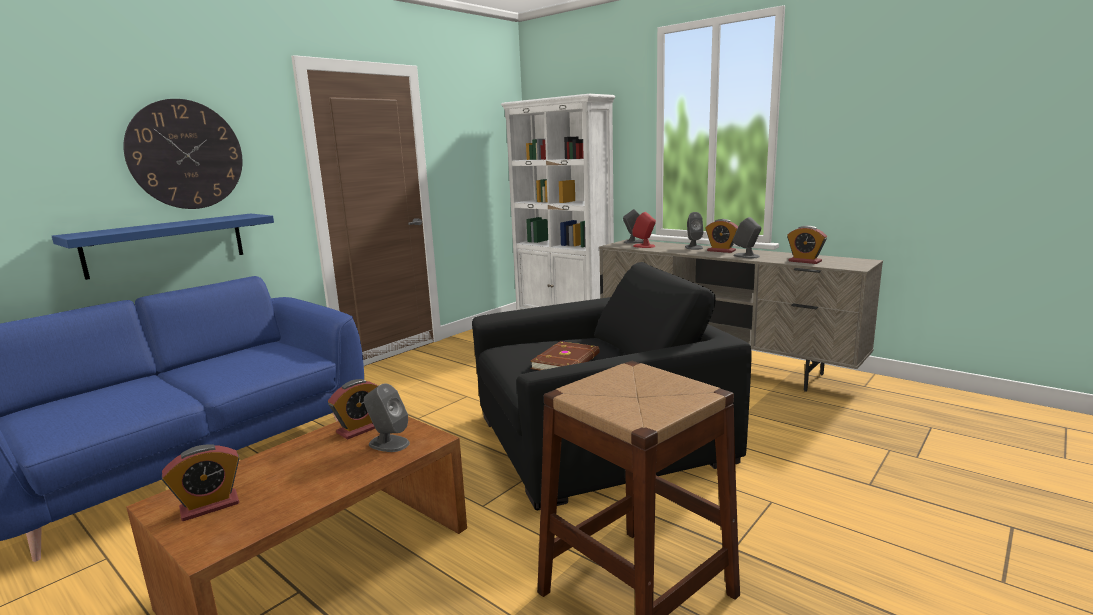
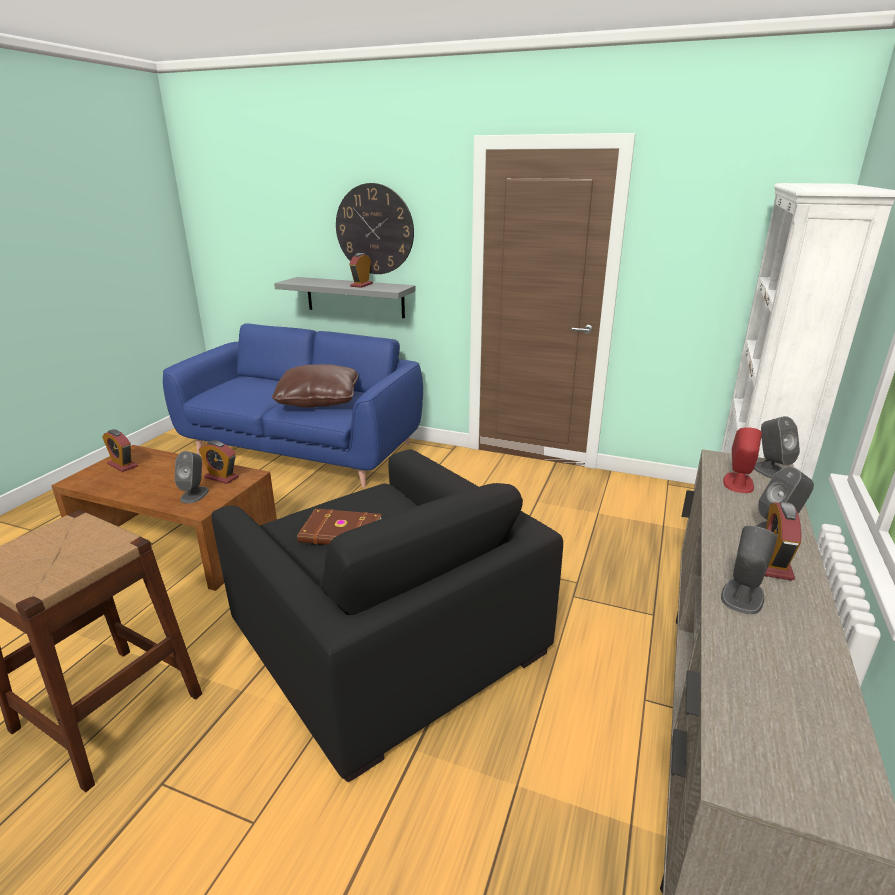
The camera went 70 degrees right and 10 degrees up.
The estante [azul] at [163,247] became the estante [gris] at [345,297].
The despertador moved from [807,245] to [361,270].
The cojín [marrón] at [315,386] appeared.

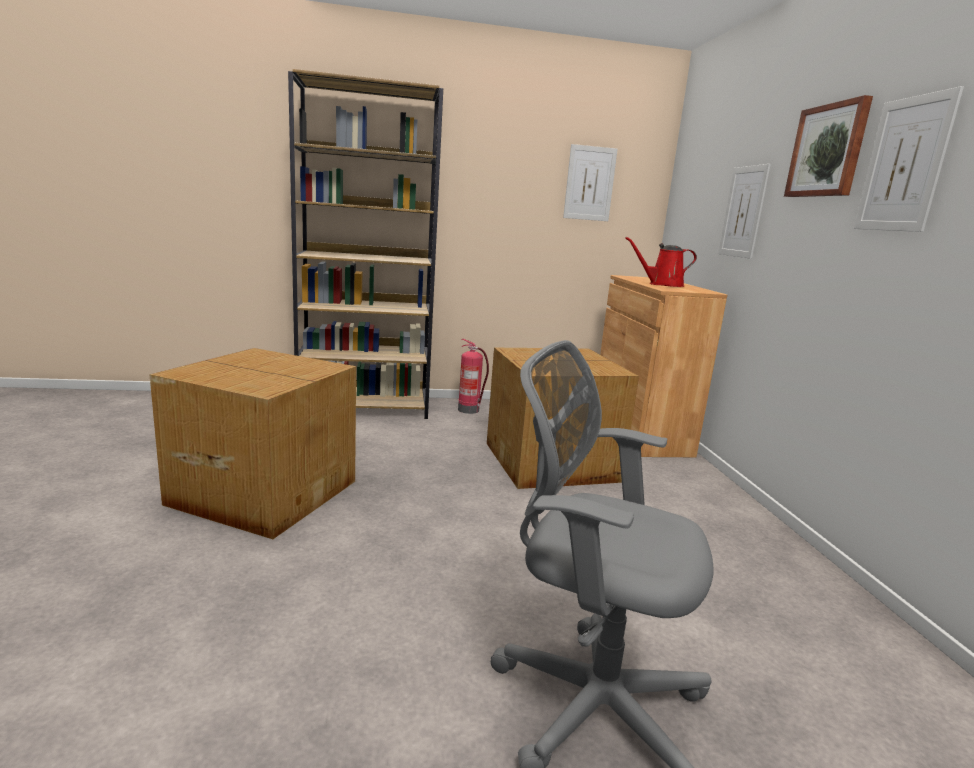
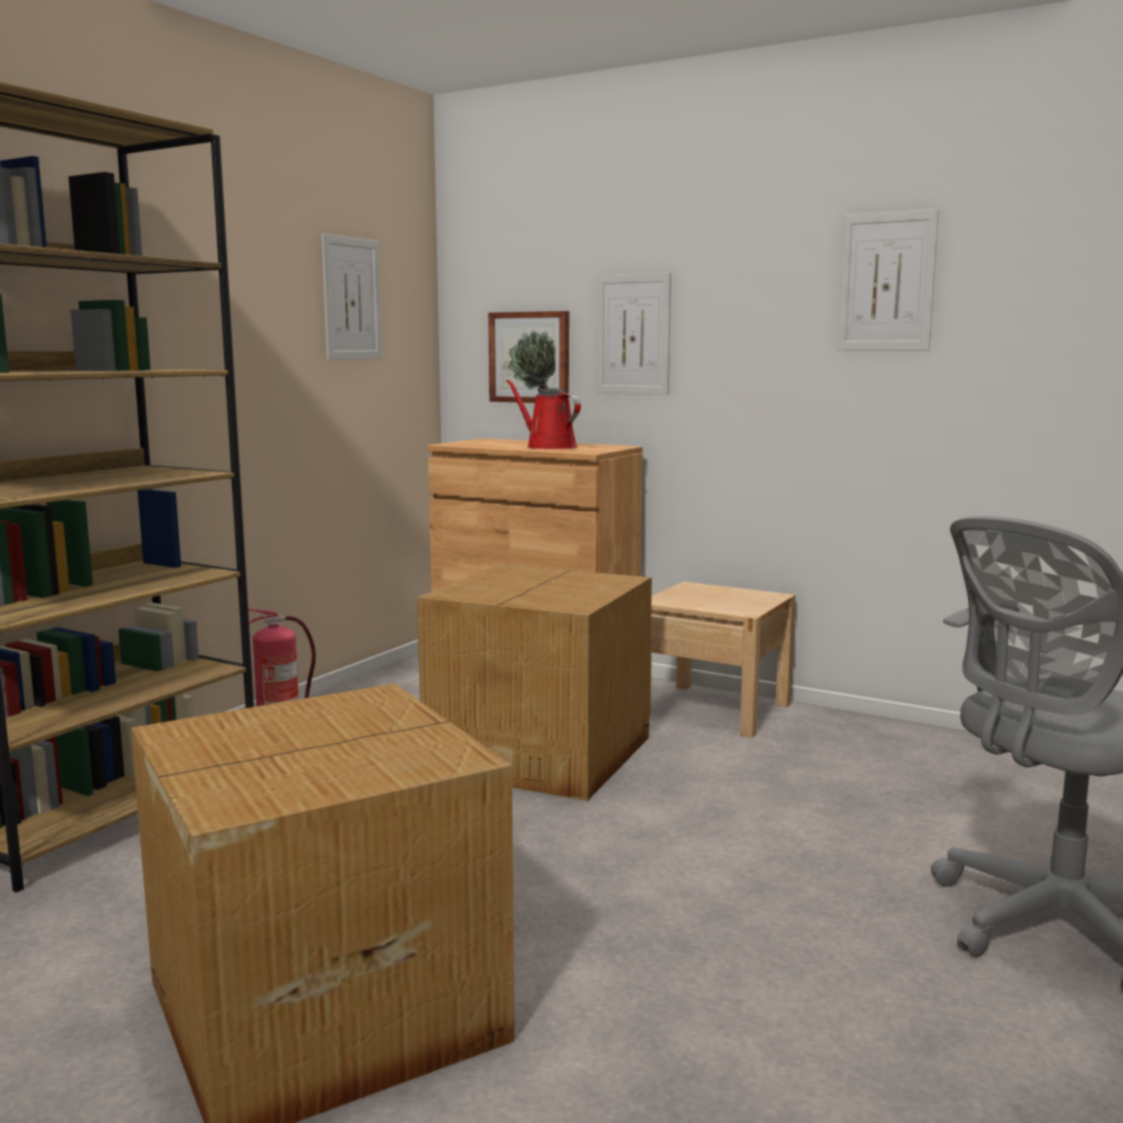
The camera went 50 degrees left and 5 degrees down.
The regadera [rojo] at [661,262] turned 105 degrees clockwise.
The cuadro moved from [828,146] to [528,357].
The mesita de noche [beis] at [722,659] appeared.

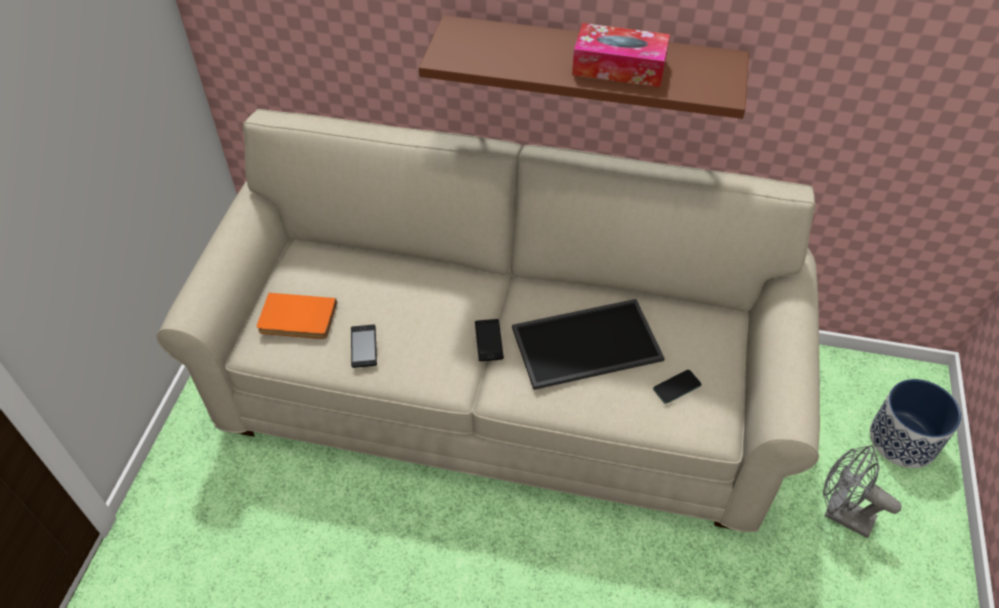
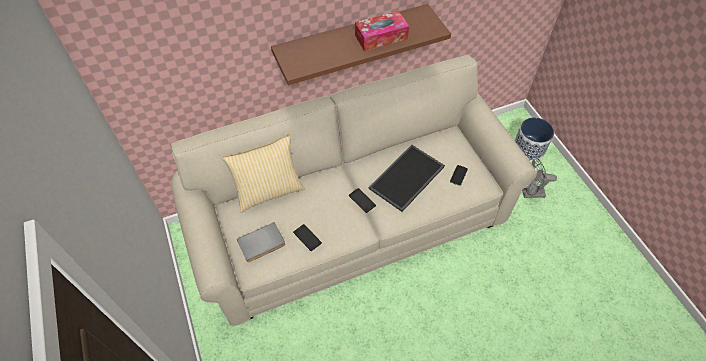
The camera went 35 degrees left and 5 degrees up.
The libro [naranja] at [297,316] became the libro [gris] at [261,242].
The cojín at [264,173] appeared.

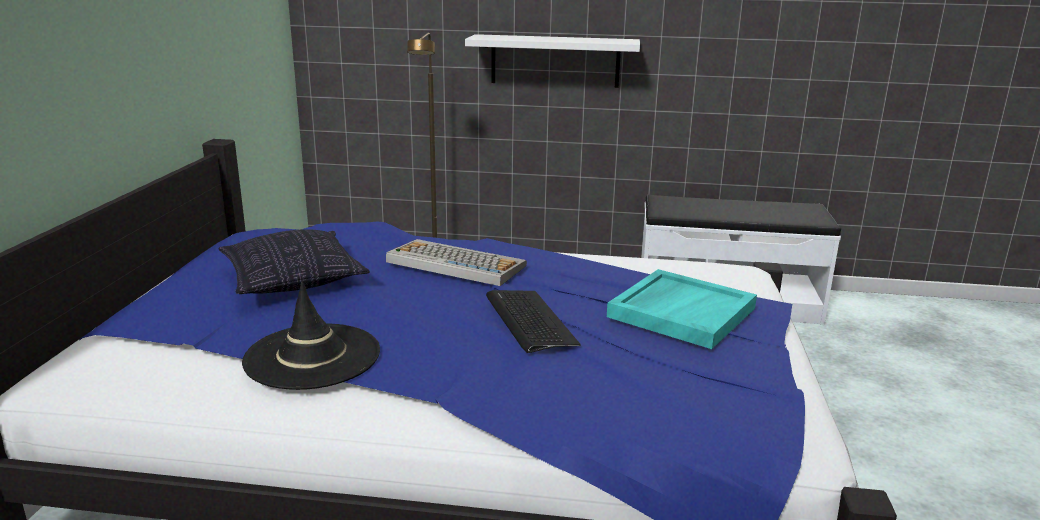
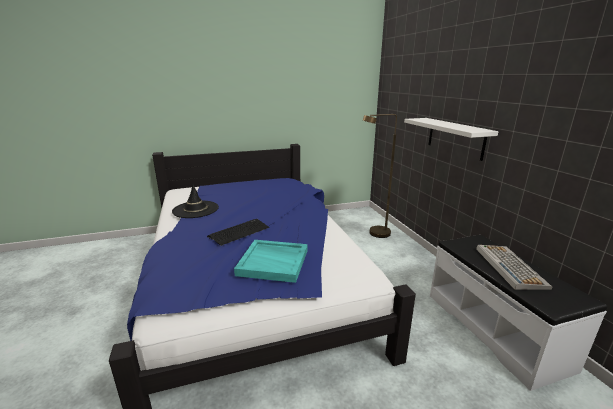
The camera went 65 degrees right and 0 degrees up.
The cojín at [294,261] disappeared.
The teclado moved from [456,262] to [514,267].

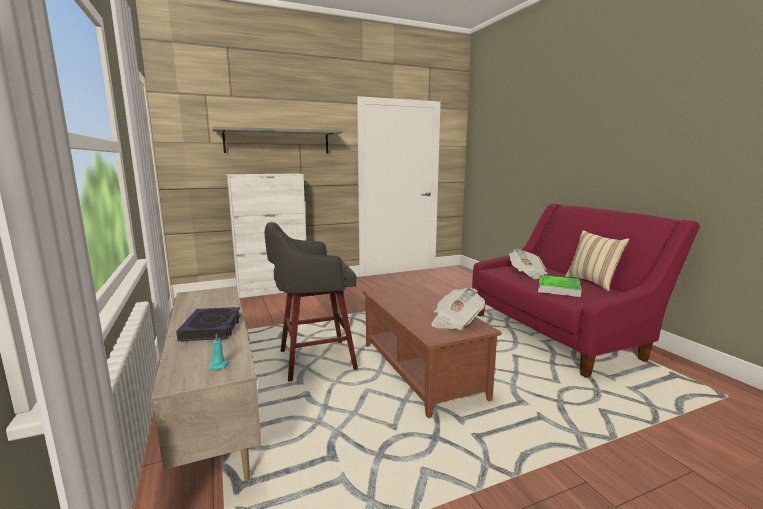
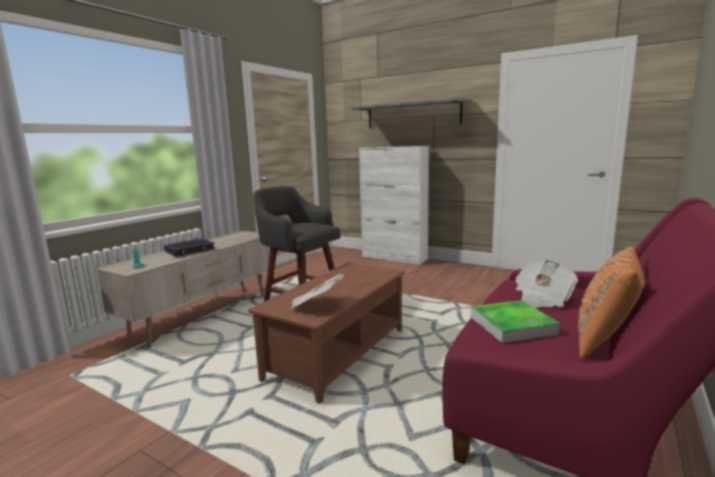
The camera went 55 degrees right and 0 degrees up.
The cojín [beis] at [597,260] became the cojín [naranja] at [611,303].

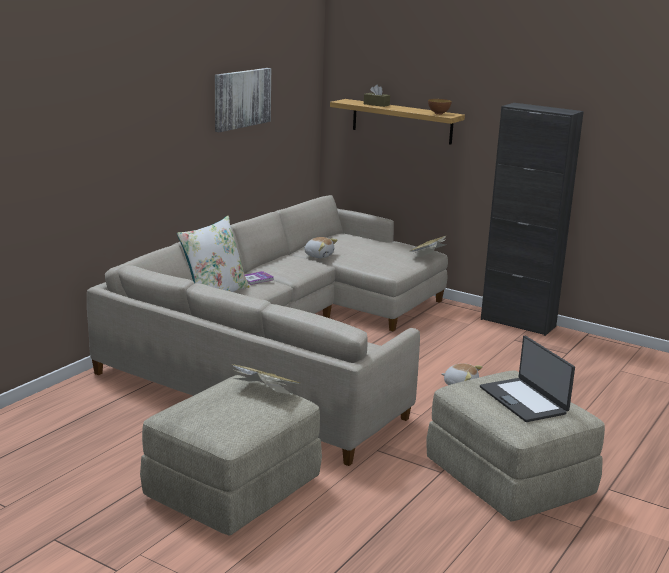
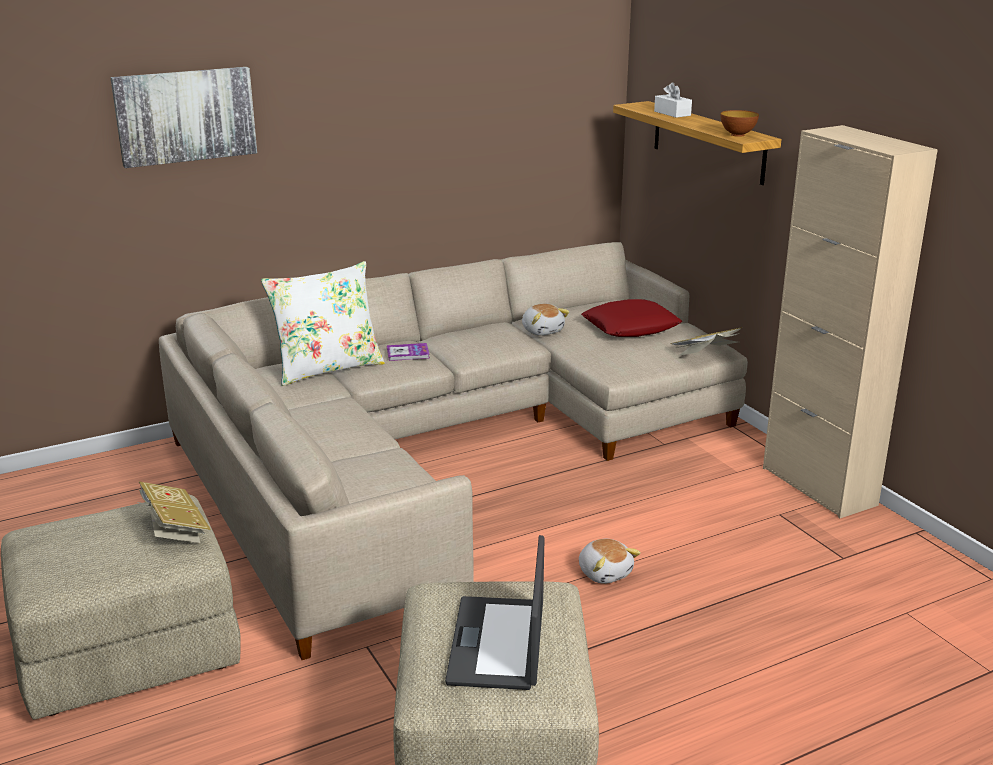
The camera went 30 degrees right and 5 degrees up.
The cuadro moved from [243,100] to [184,117].
The caja de pañuelos [marrón] at [377,96] became the caja de pañuelos [blanco] at [673,100].
The armario [negro] at [532,219] became the armario [beis] at [850,321].
The cojín [rojo] at [631,318] appeared.

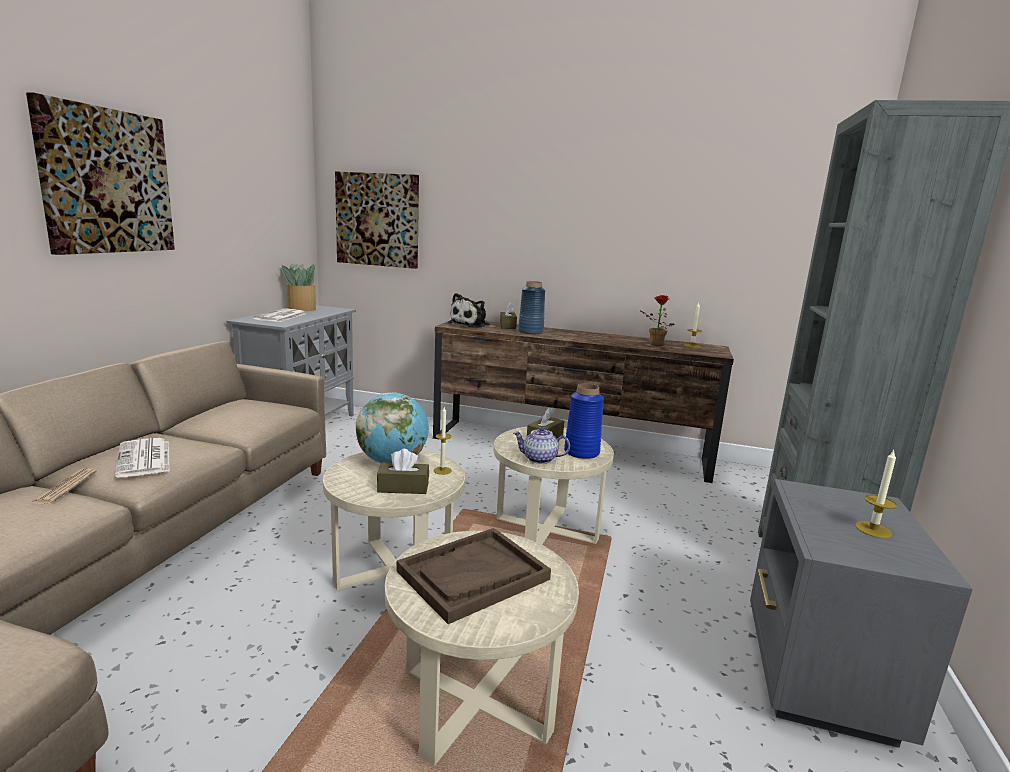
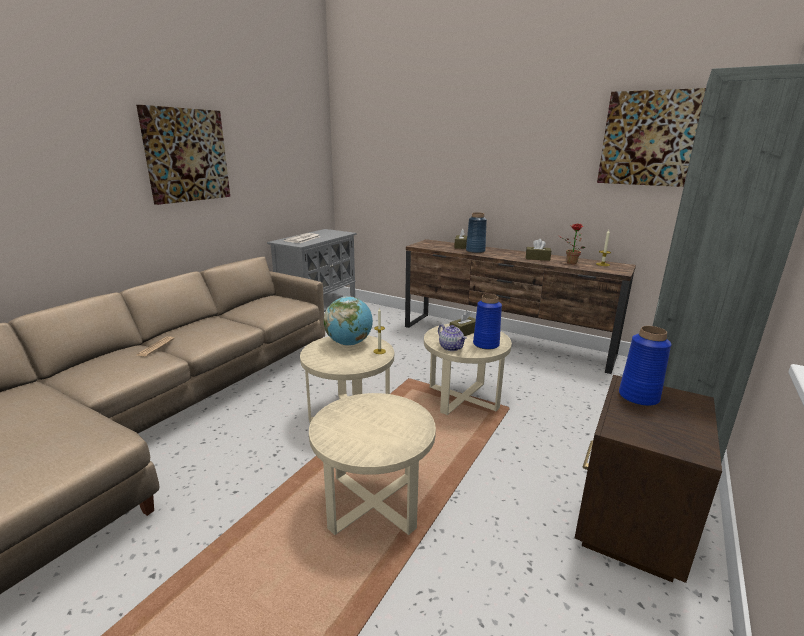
The camera went 15 degrees right and 5 degrees up.
The periódico at [142,457] disappeared.
The planta en maceta at [299,287] disappeared.
The cuadro moved from [377,220] to [651,137].
The caja de pañuelos [marrón] moved from [403,471] to [538,250].
The bandeja [marrón] at [474,576] disappeared.
The peluche at [469,310] disappeared.
The tetera at [541,445] turned 150 degrees counterclockwise.
The mesita de noche [gris] at [861,613] became the mesita de noche [marrón] at [648,479].
The vela at [876,494] disappeared.
The florero [azul] at [645,366] appeared.

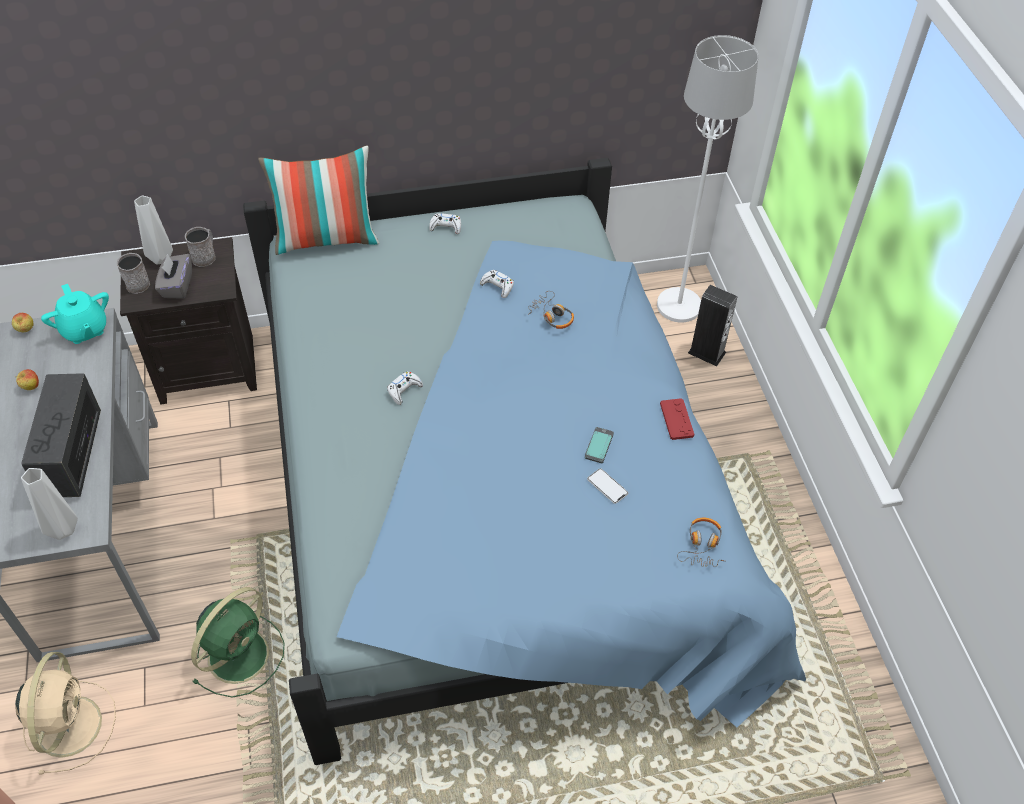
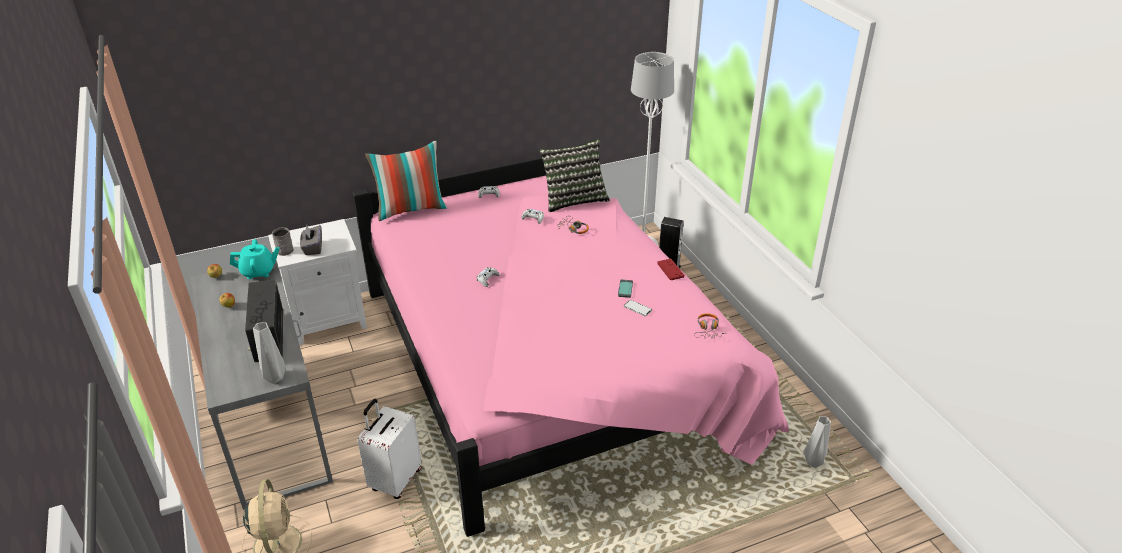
The camera went 10 degrees left and 15 degrees down.
The tetera [turquesa] at [75,314] turned 60 degrees counterclockwise.
The mesita de noche [negro] at [188,321] became the mesita de noche [blanco] at [317,282].
The florero [gris] moved from [153,230] to [817,442].
The taza grande [gris] at [200,247] disappeared.
The ventilador [verde] at [238,642] was replaced by the maleta [blanco] at [389,449].
The cama [azul] at [524,461] became the cama [rosa] at [570,340].
The cojín at [574,175] appeared.

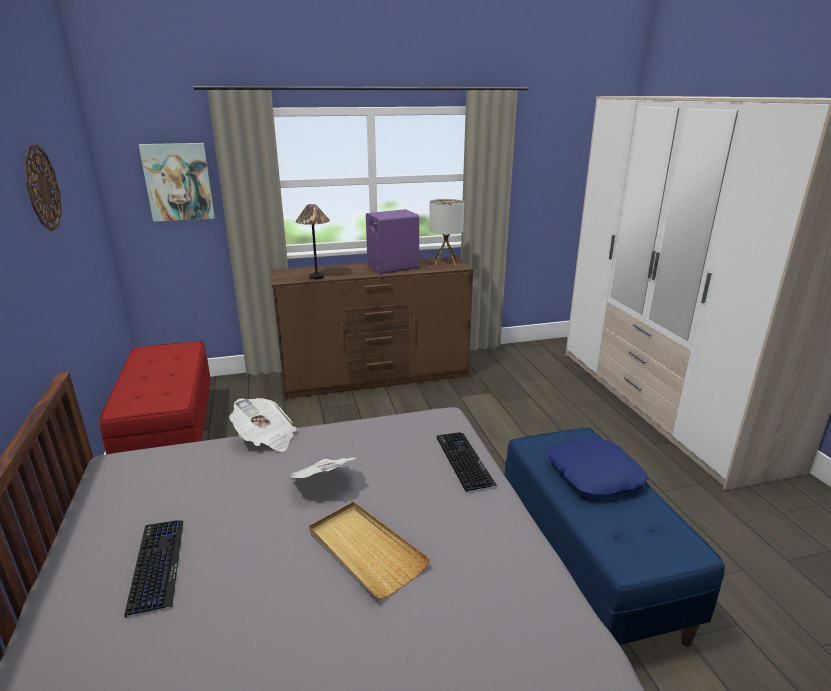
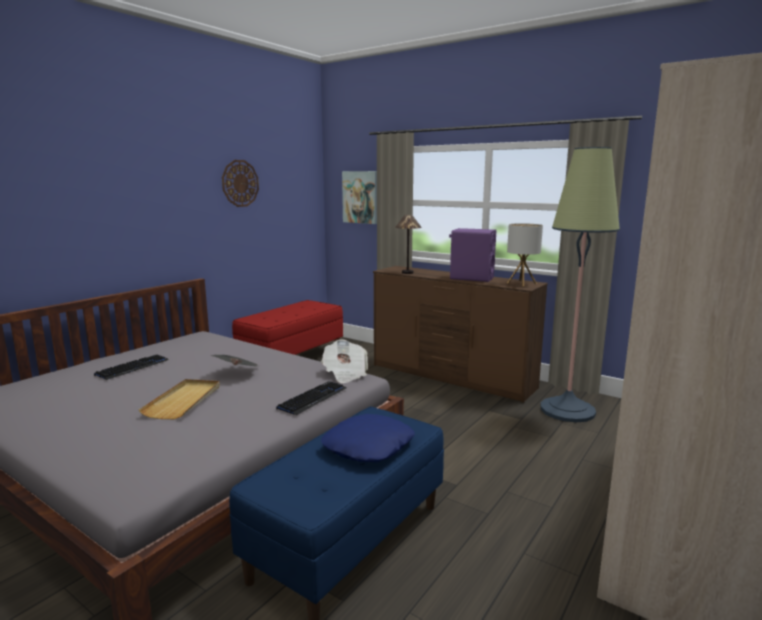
The camera went 50 degrees right and 10 degrees down.
The periódico moved from [263,425] to [344,361].
The lámpara de pie at [580,284] appeared.

